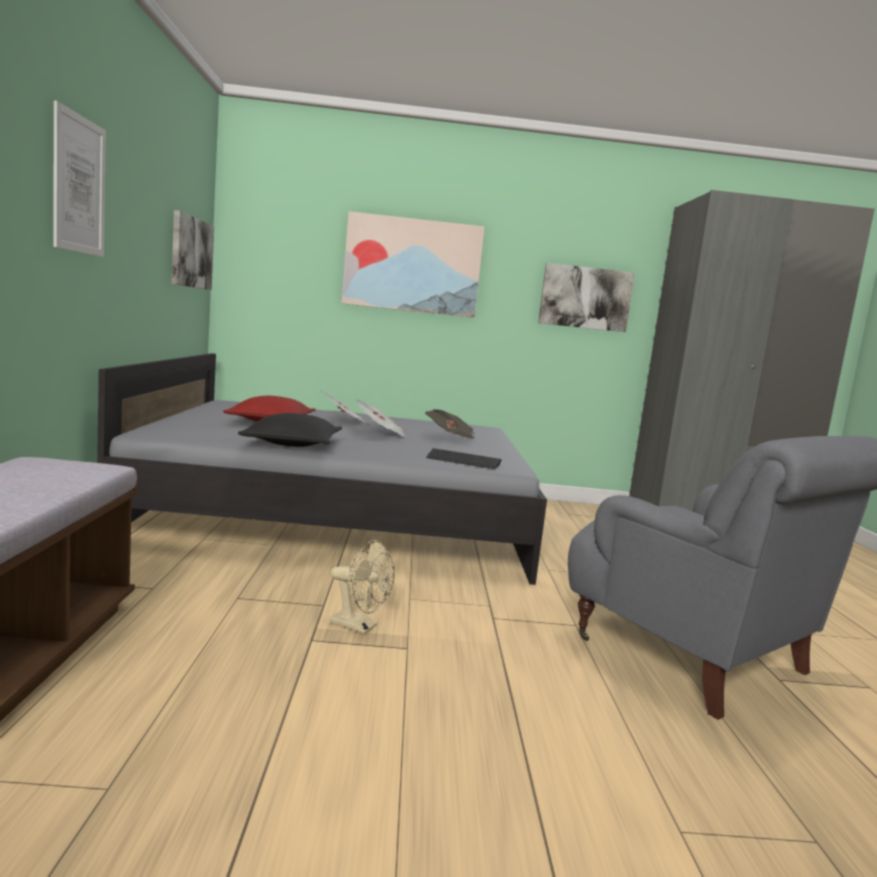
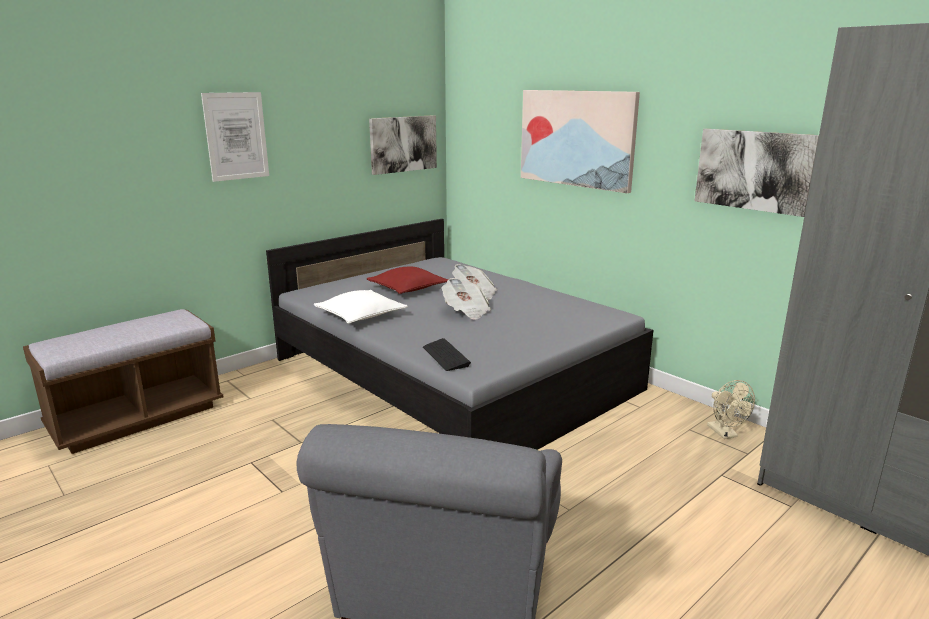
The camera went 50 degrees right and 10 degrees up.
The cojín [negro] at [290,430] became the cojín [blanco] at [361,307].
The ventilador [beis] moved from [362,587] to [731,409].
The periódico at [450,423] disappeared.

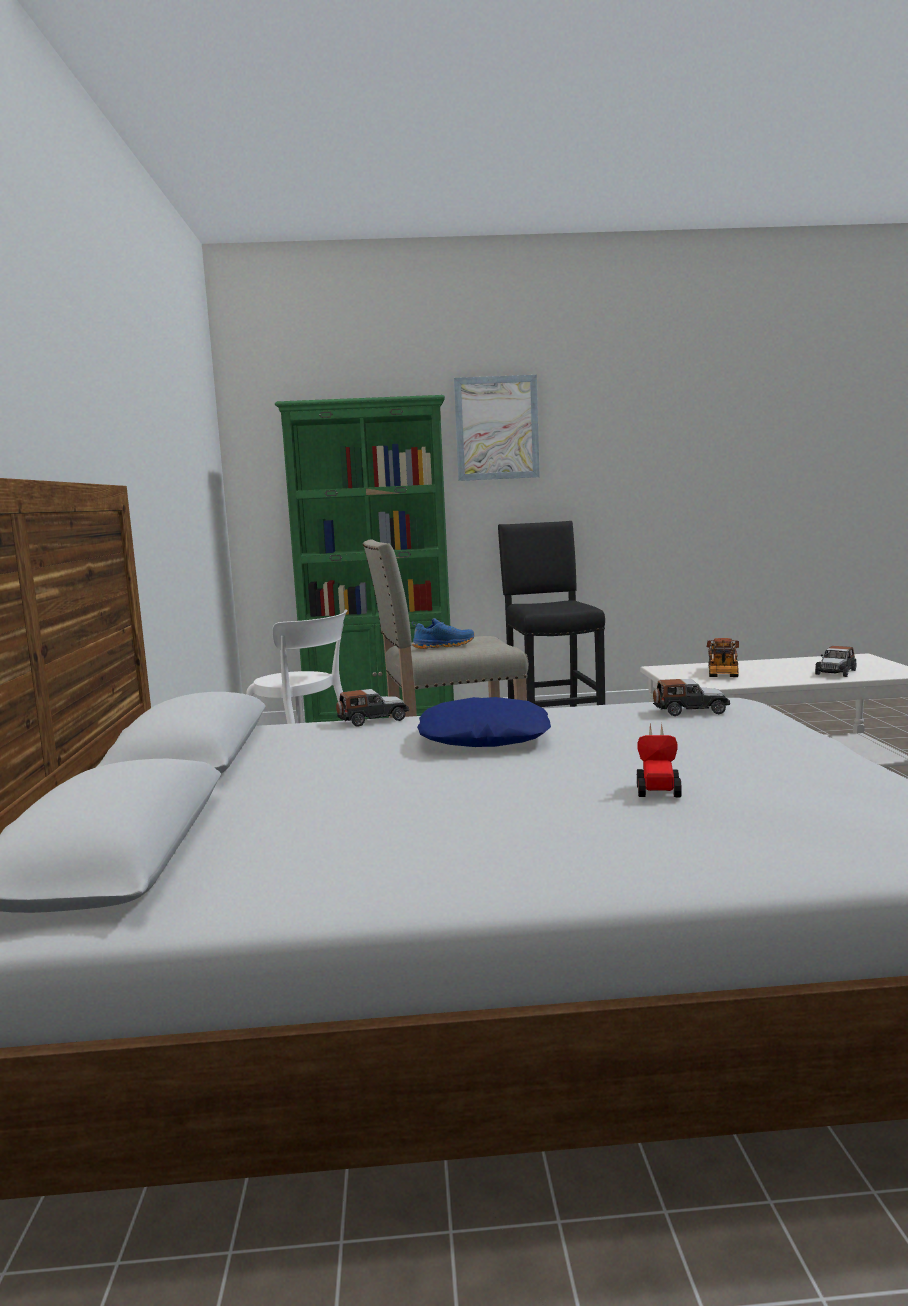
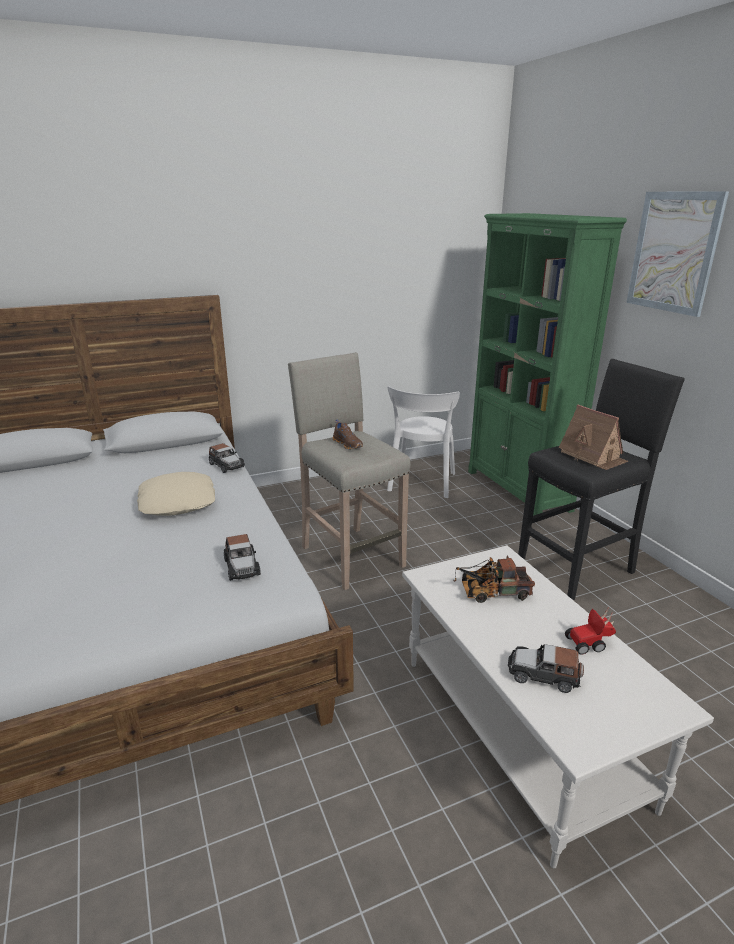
The camera went 70 degrees right and 15 degrees up.
The zapato [azul] at [443,633] became the zapato [marrón] at [348,435].
The cojín [azul] at [484,722] became the cojín [beis] at [176,494].
The coche de juguete moved from [659,760] to [590,631].
The casita at [593,437] appeared.

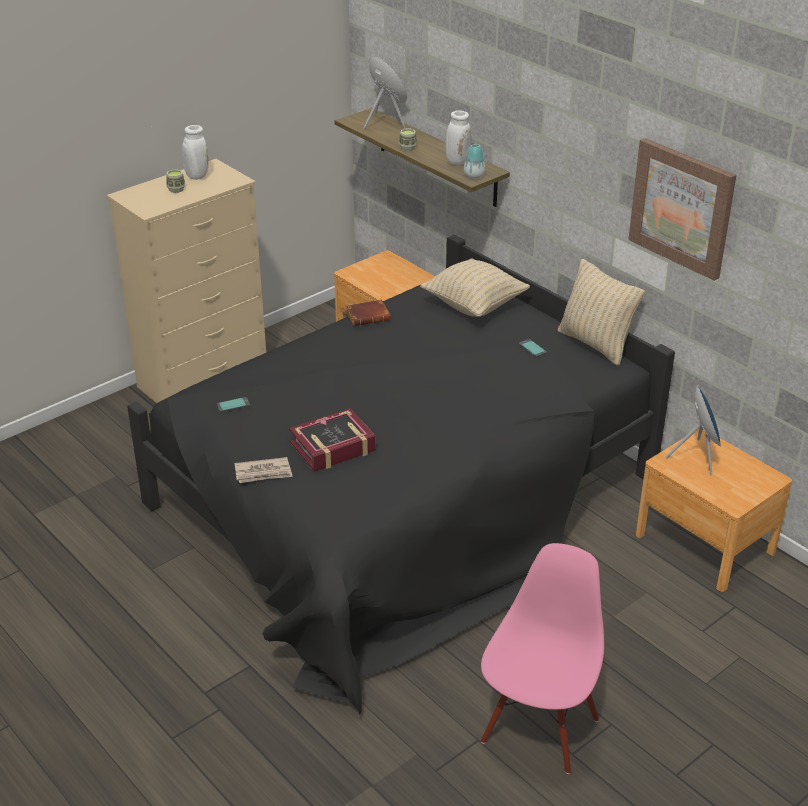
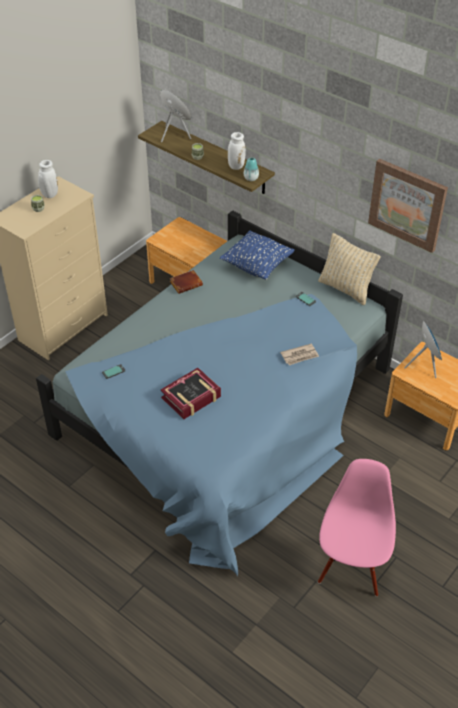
The camera went 10 degrees left and 10 degrees up.
The cama [negro] at [401,474] became the cama [azul] at [219,394].
The periódico moved from [263,470] to [299,354].
The cojín [beis] at [475,287] became the cojín [azul] at [257,255].

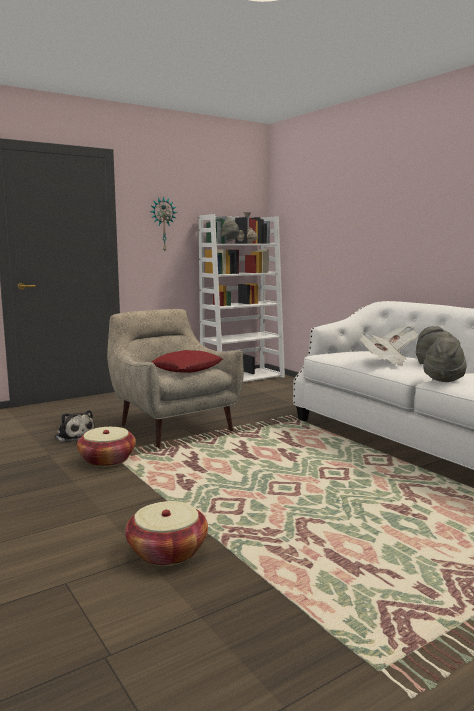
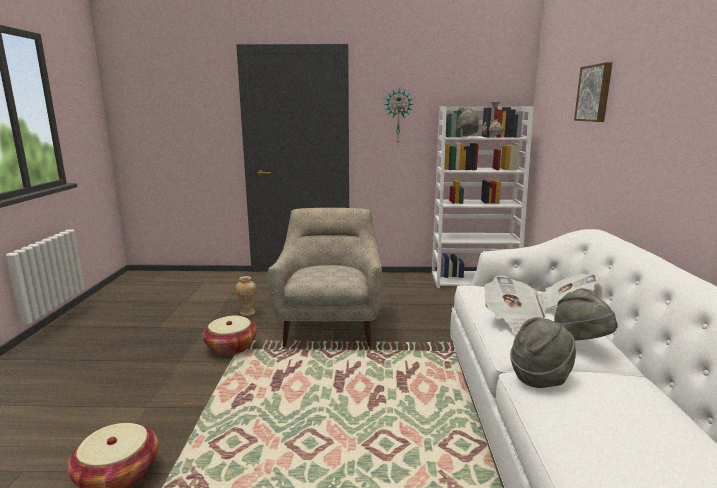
The camera went 35 degrees right and 5 degrees up.
The peluche at [74,426] was replaced by the florero at [246,296].
The cojín [rojo] at [187,361] disappeared.
The cuadro at [593,92] appeared.

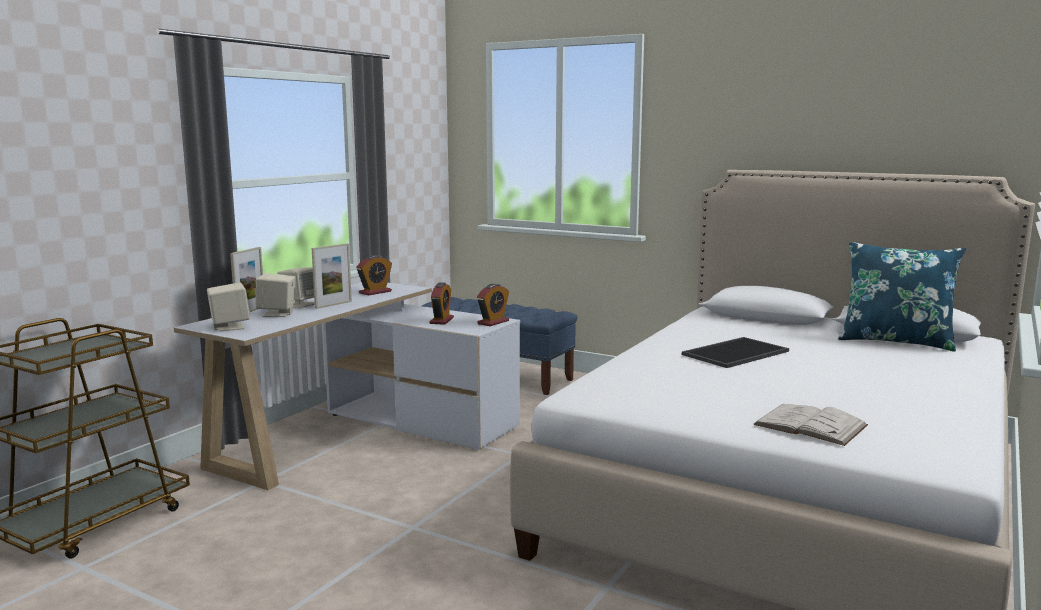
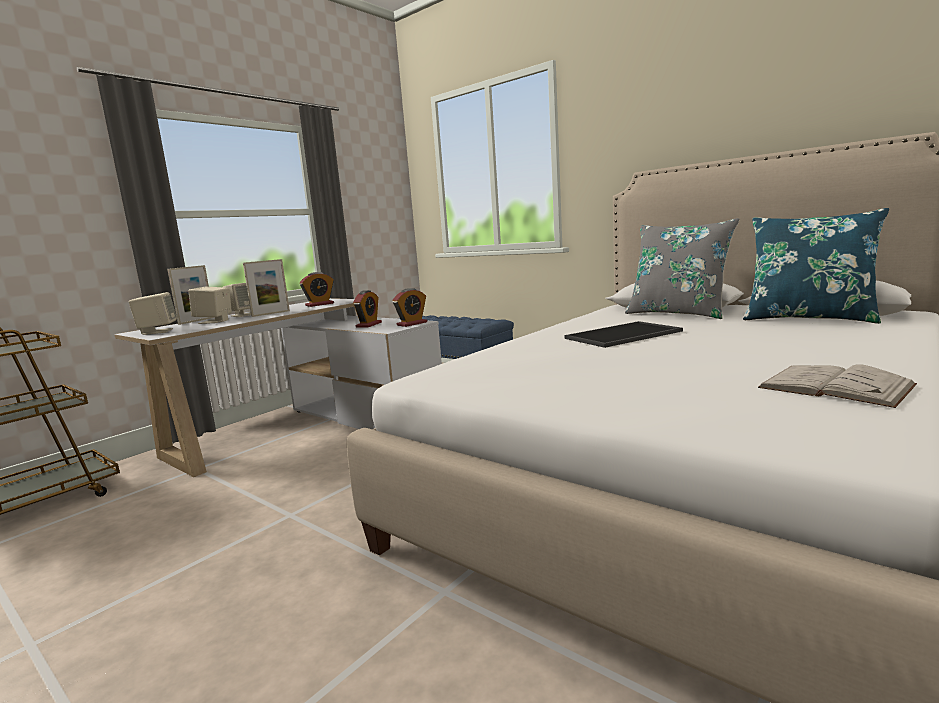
The camera went 10 degrees right and 0 degrees up.
The libro [blanco] moved from [810,425] to [837,386].
The cojín [gris] at [682,268] appeared.

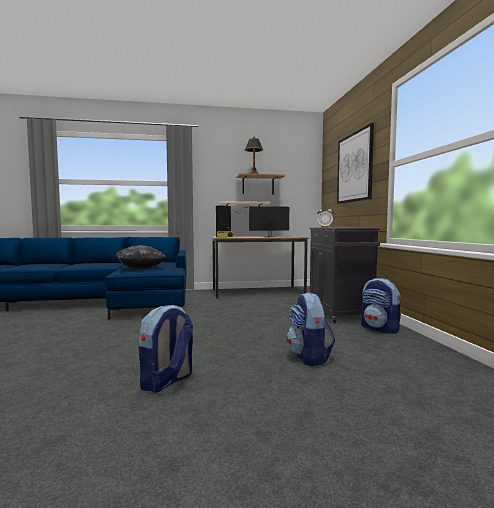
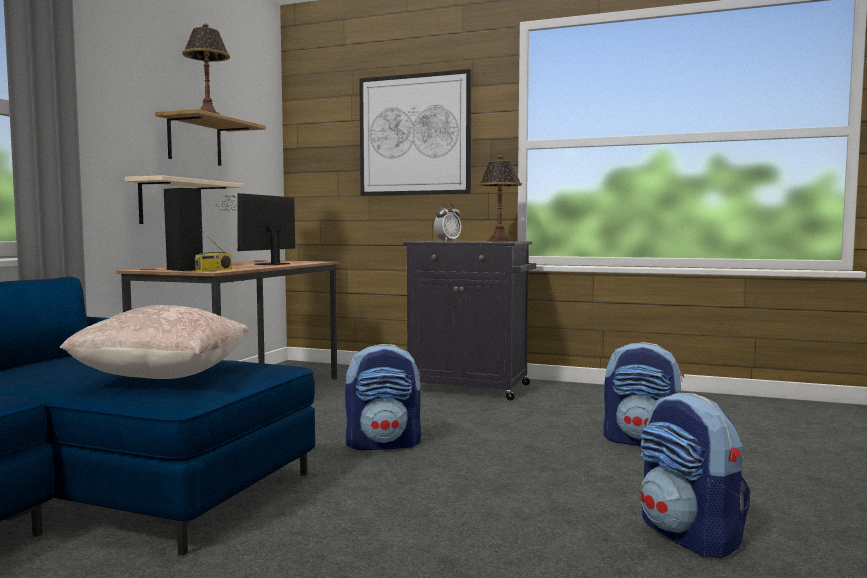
The camera went 60 degrees left and 0 degrees up.
The cojín [negro] at [141,257] became the cojín [beis] at [155,342].
The mochila moved from [381,306] to [383,397].
The lámpara de mesa at [500,198] appeared.

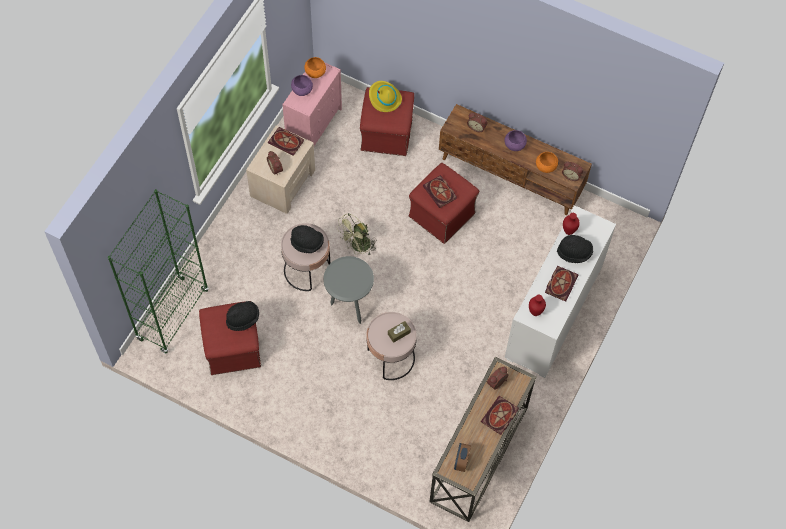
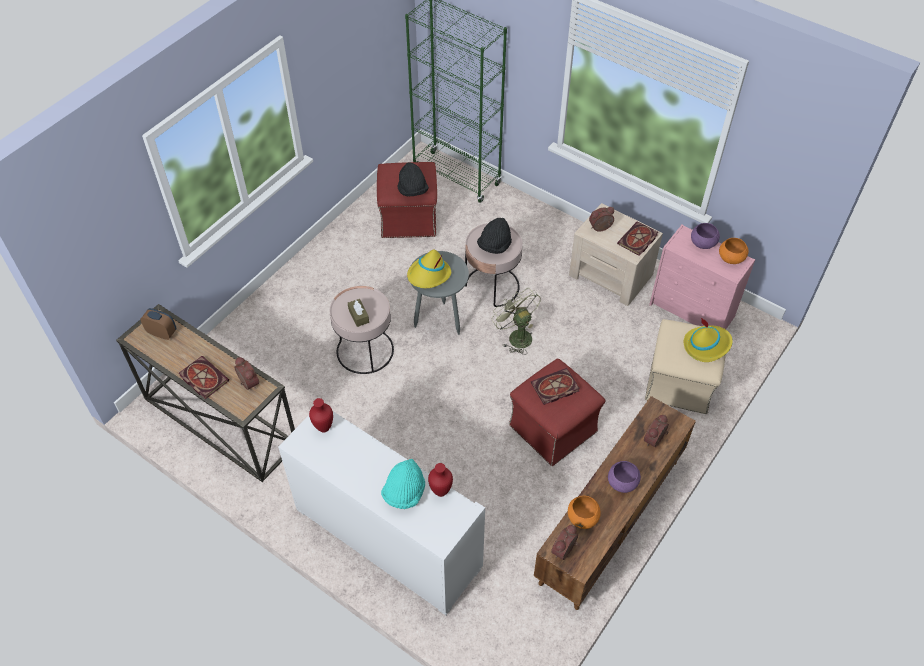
The camera went 100 degrees right and 10 degrees down.
The puf [rojo] at [387,121] became the puf [beis] at [685,366].
The libro at [561,283] disappeared.
The sombrero [negro] at [575,249] became the sombrero [turquesa] at [403,484].
The sombrero [amarillo] at [429,269] appeared.

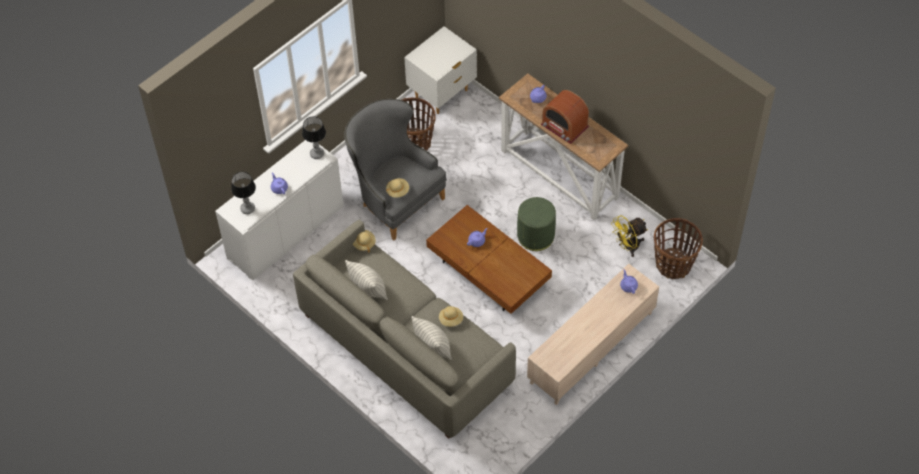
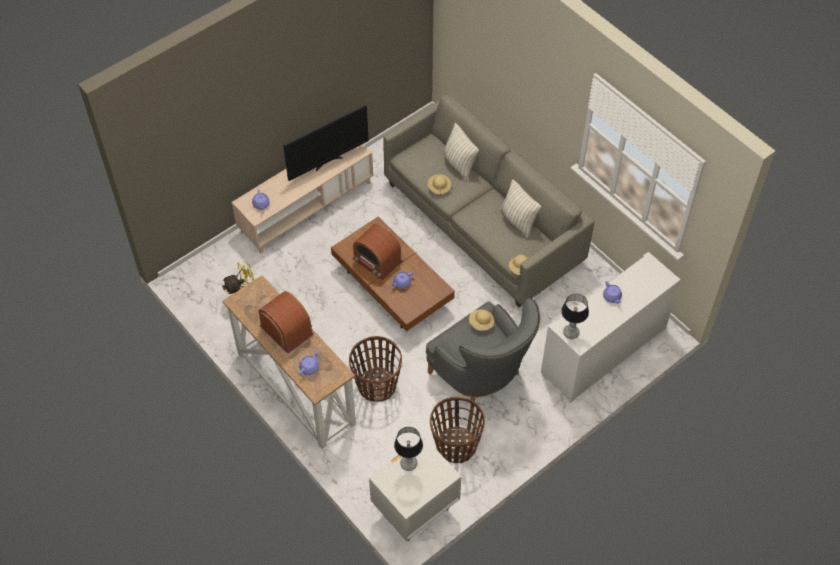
The camera went 175 degrees left and 0 degrees up.
The lámpara de mesa moved from [243,193] to [408,449].
The puf [verde] at [536,224] disappeared.
The cesta moved from [678,248] to [375,369].
The televisor at [326,142] appeared.
The radio at [377,252] appeared.

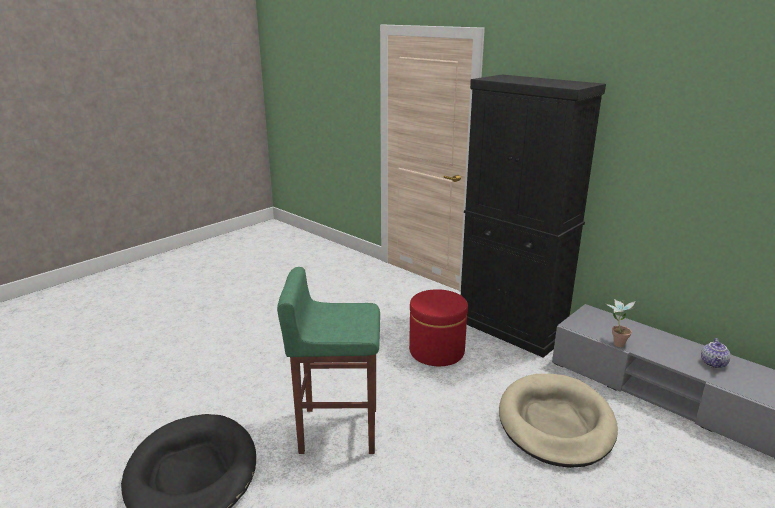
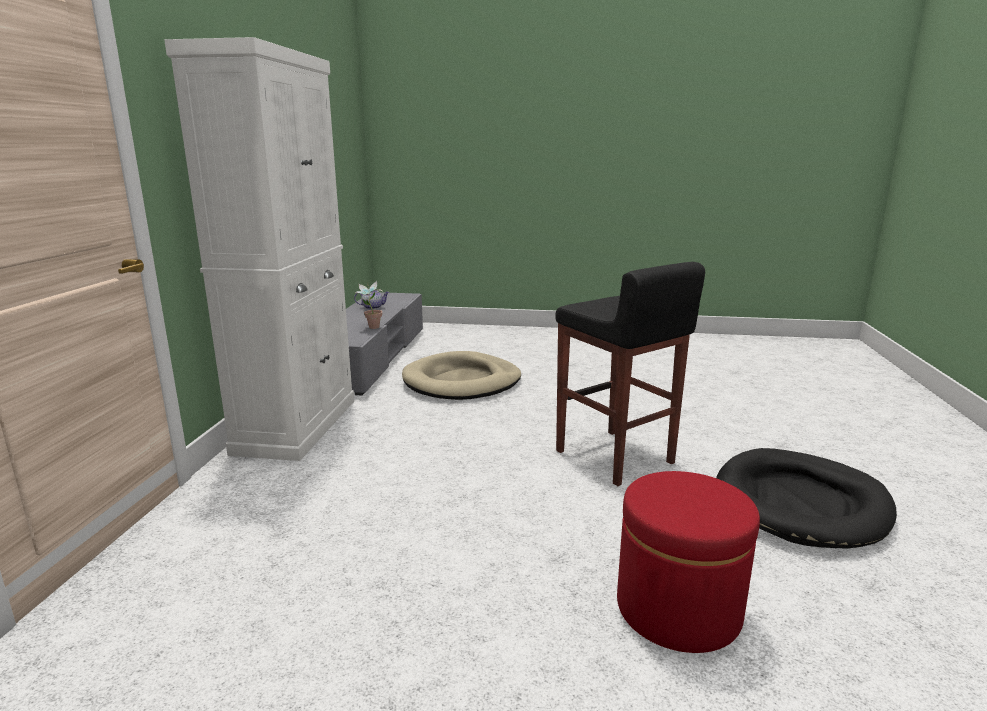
The camera went 125 degrees left and 5 degrees down.
The taburete [verde] at [328,360] became the taburete [negro] at [630,374].
The puf [rojo] moved from [438,327] to [688,562].
The armario [negro] at [533,216] became the armario [blanco] at [259,249].

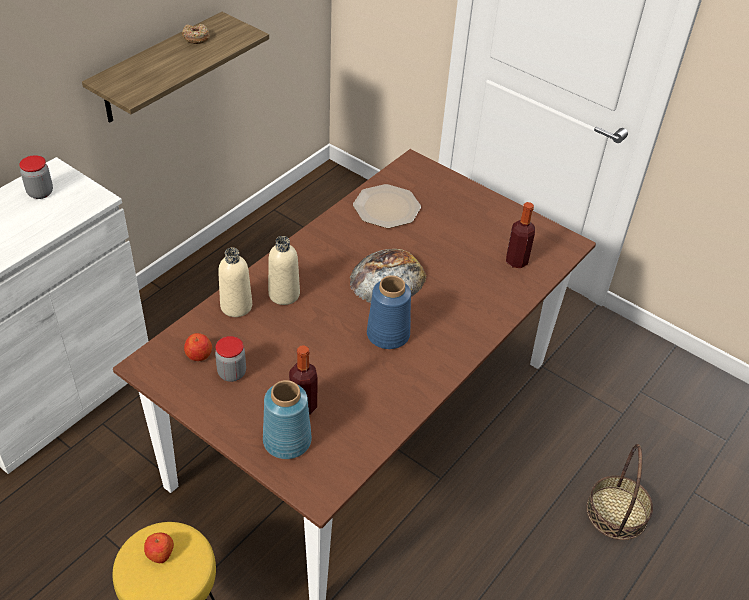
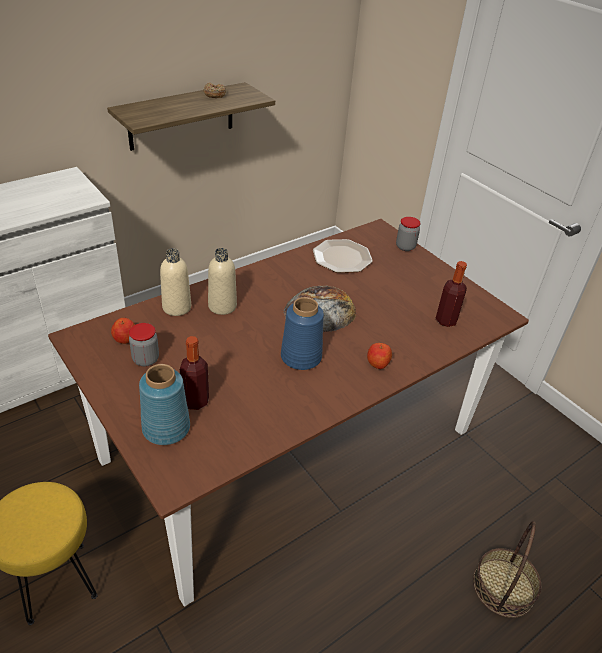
The camera went 15 degrees right and 5 degrees down.
The tarro moved from [36,177] to [408,234].
The manzana moved from [159,548] to [379,356].

